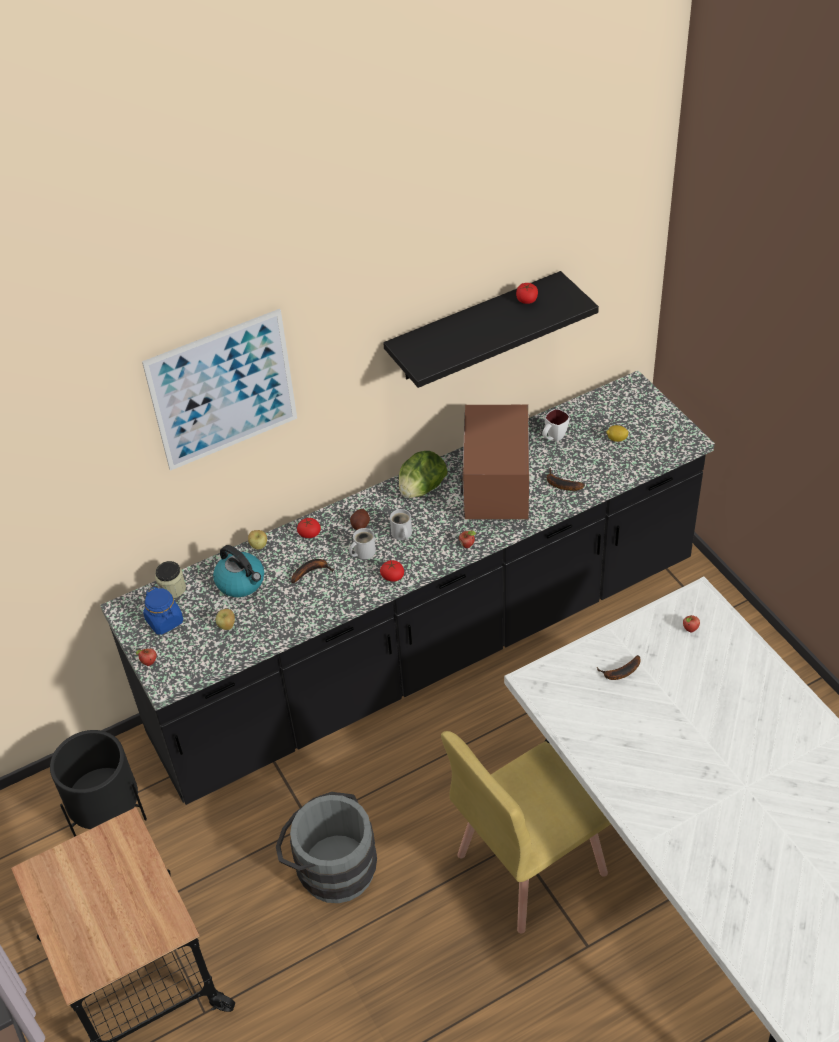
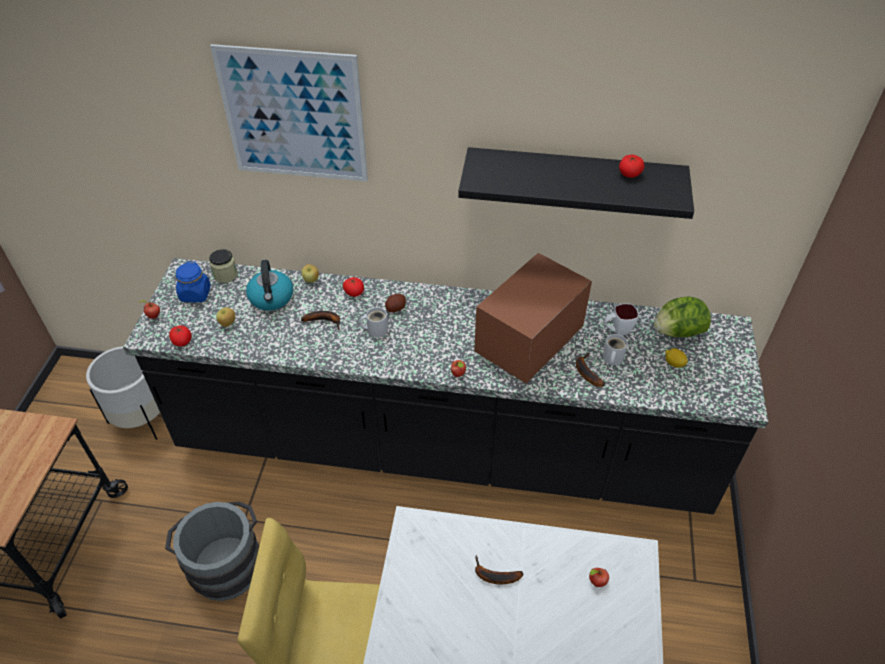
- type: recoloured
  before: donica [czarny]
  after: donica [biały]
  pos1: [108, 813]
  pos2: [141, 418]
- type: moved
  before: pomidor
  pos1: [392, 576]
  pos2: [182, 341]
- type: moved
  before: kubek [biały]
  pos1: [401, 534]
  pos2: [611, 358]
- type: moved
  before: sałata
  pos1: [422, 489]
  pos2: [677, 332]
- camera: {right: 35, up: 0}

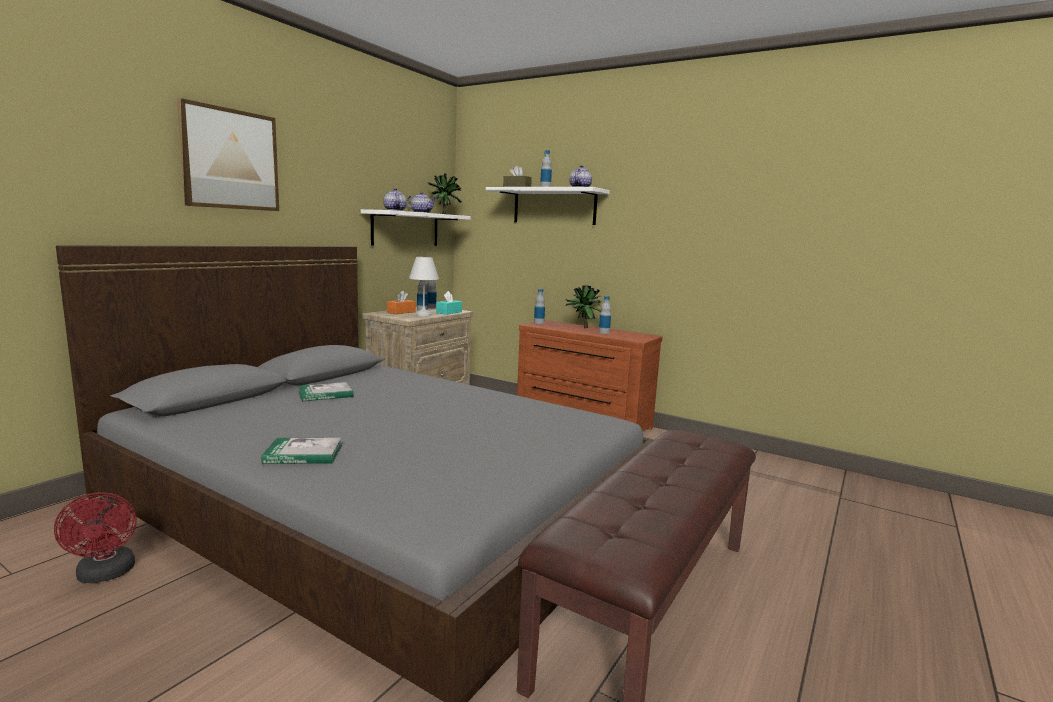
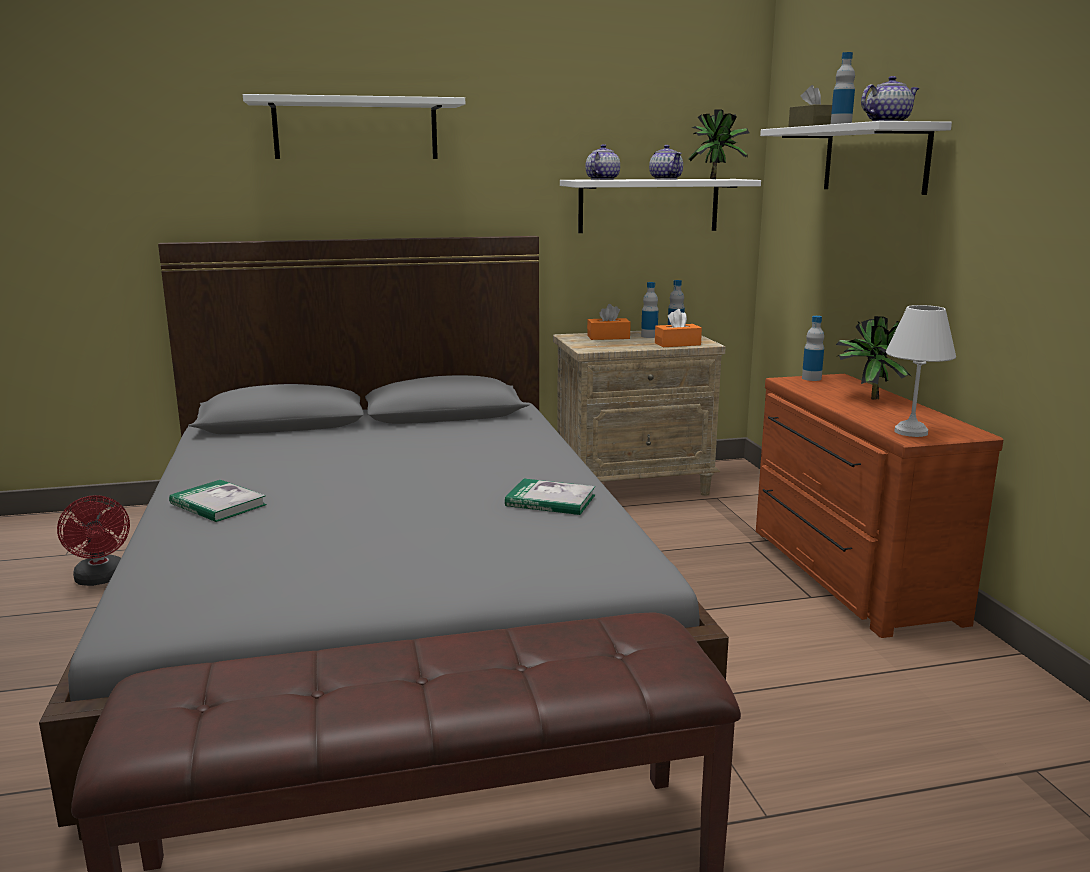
- type: turned
  before: wentylator [czerwony]
  pos1: [106, 575]
  pos2: [102, 579]
  turn: -45
- type: replaced
  before: obraz
  after: półka [biały]
  pos1: [230, 159]
  pos2: [356, 129]
- type: moved
  before: książka
  pos1: [325, 394]
  pos2: [550, 501]
- type: recoloured
  before: pudełko chusteczek [turkusowy]
  after: pudełko chusteczek [pomarańczowy]
  pos1: [449, 312]
  pos2: [677, 344]
- type: moved
  before: lampa stołowa [biały]
  pos1: [423, 315]
  pos2: [909, 432]
- type: removed
  before: butelka
  pos1: [604, 332]
- camera: {right: 45, up: 5}

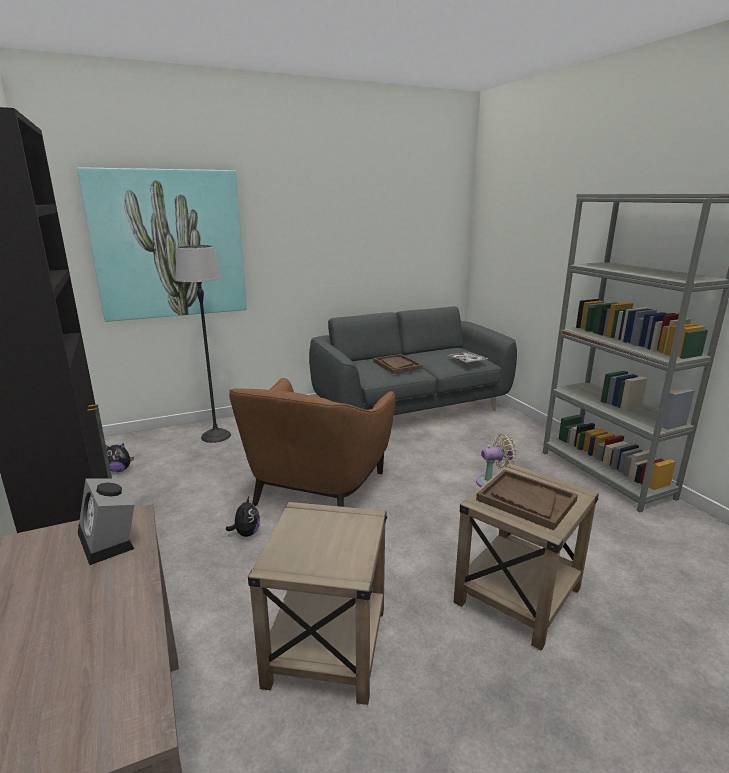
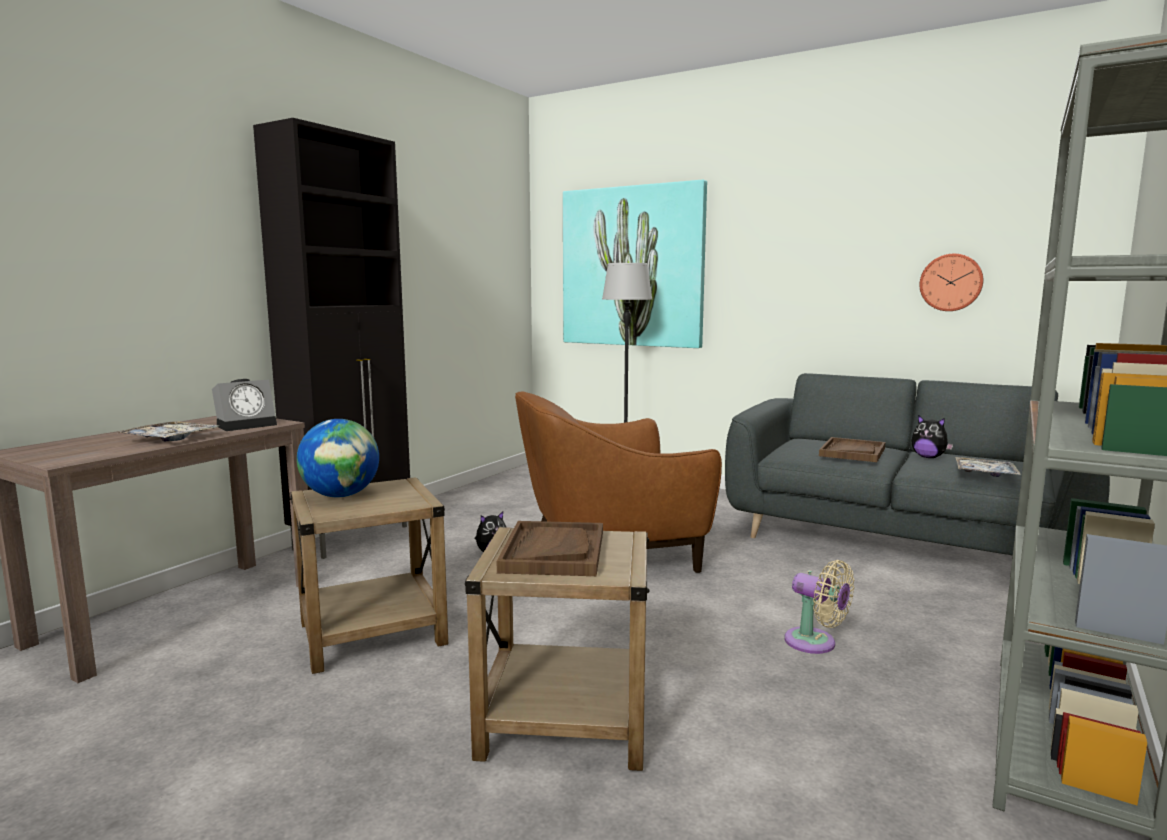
- type: added
  after: taca
  pos2: [170, 438]
- type: turned
  before: budzik
  pos1: [110, 540]
  pos2: [248, 425]
  turn: -150
- type: added
  after: globus
  pos2: [341, 496]
- type: moved
  before: pluszak
  pos1: [119, 470]
  pos2: [928, 457]
- type: added
  after: zegar ścienny
  pos2: [951, 282]
- camera: {right: 55, up: -10}

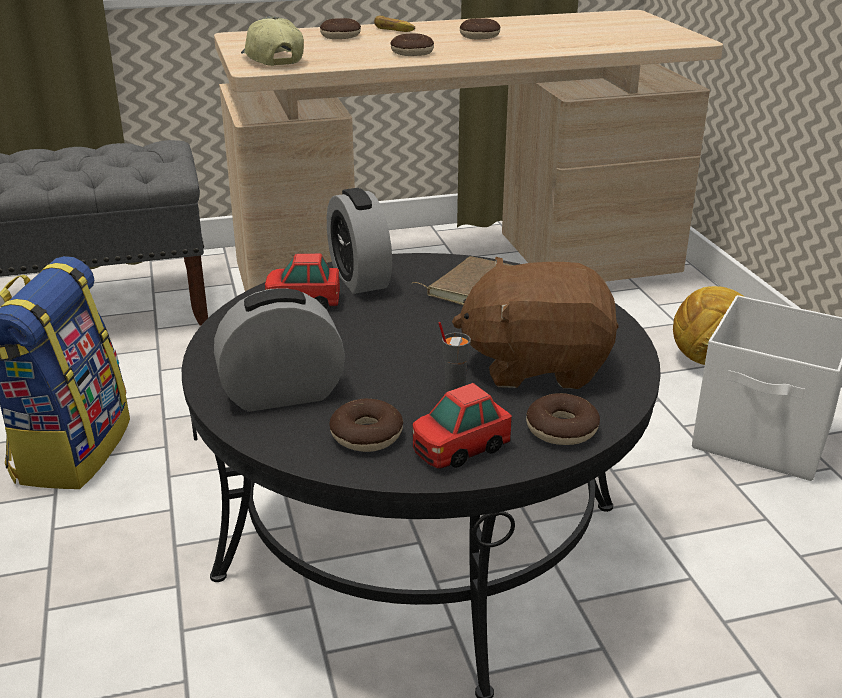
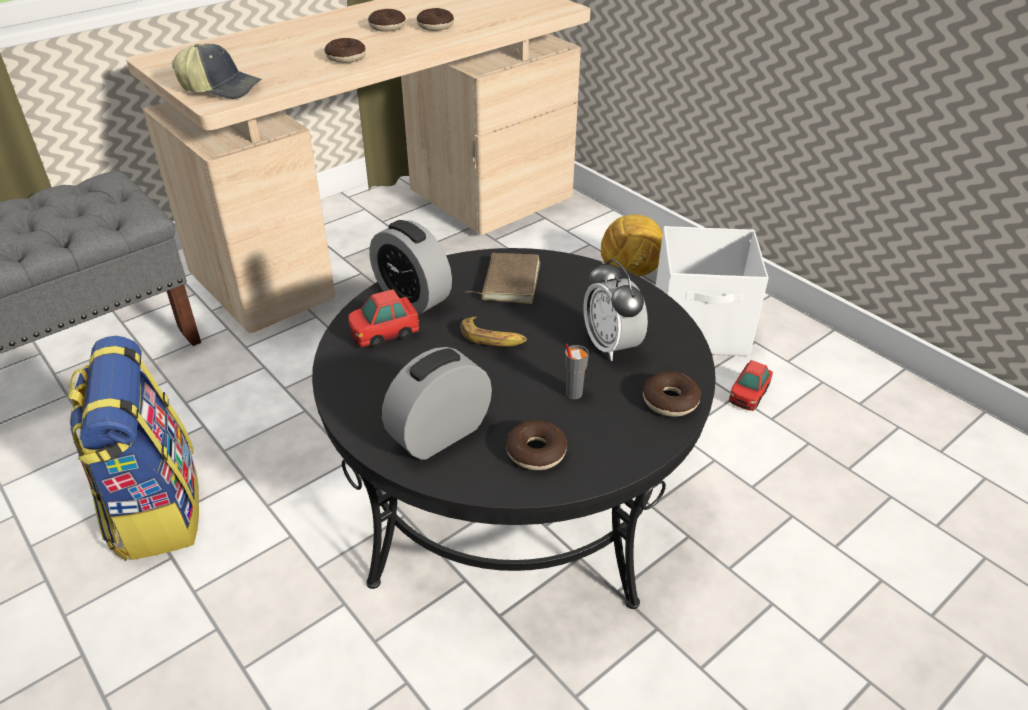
- type: turned
  before: czapka z daszkiem
  pos1: [271, 60]
  pos2: [221, 88]
  turn: 150
- type: moved
  before: donut
  pos1: [340, 36]
  pos2: [435, 26]
- type: moved
  before: banan
  pos1: [395, 29]
  pos2: [493, 338]
- type: replaced
  before: pluszak [brązowy]
  after: budzik
  pos1: [536, 365]
  pos2: [611, 346]
- type: moved
  before: samochodzik
  pos1: [460, 448]
  pos2: [748, 395]
- camera: {right: -25, up: 10}

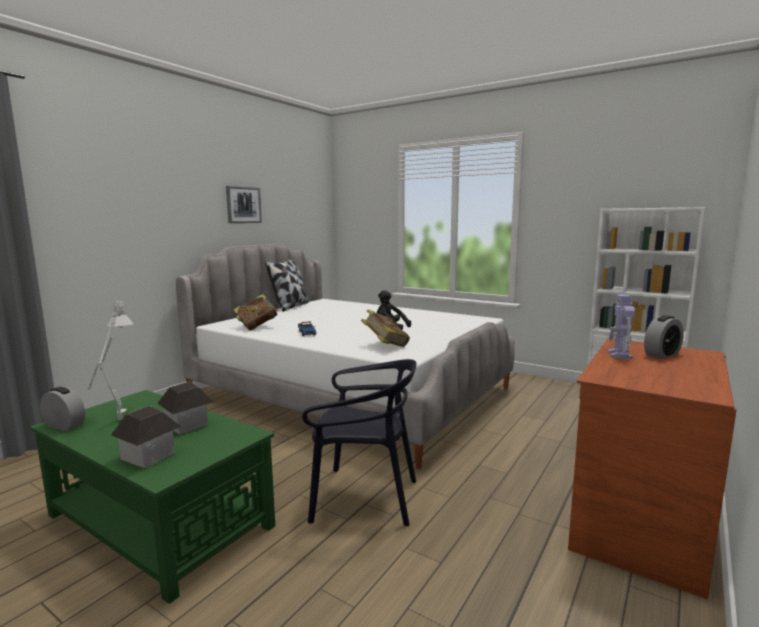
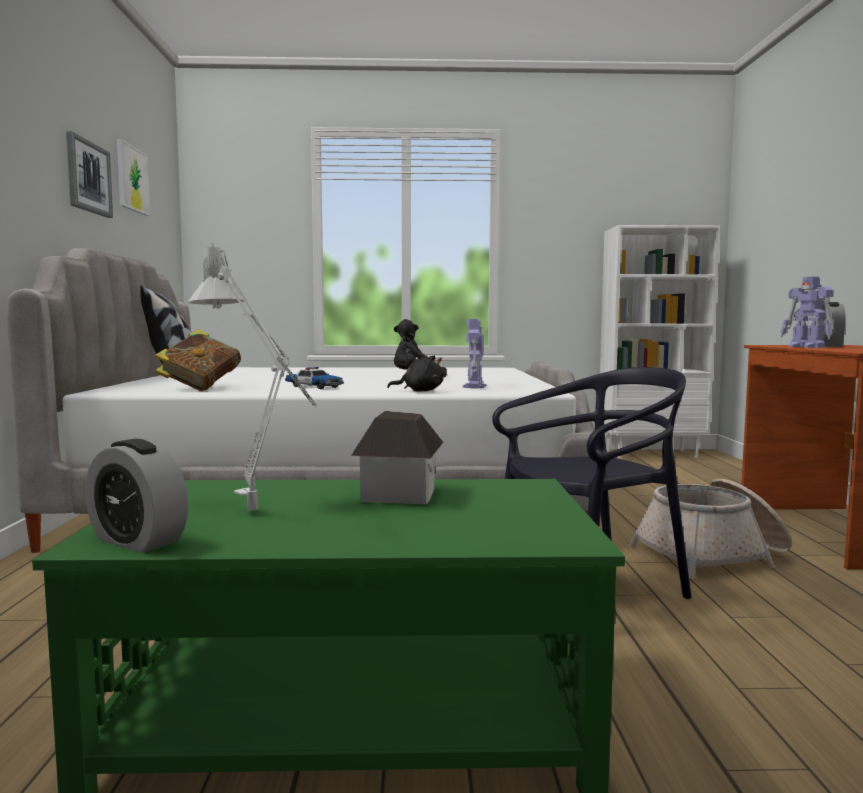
- type: turned
  before: budzik
  pos1: [65, 426]
  pos2: [137, 541]
  turn: -135
- type: added
  after: obraz
  pos2: [132, 179]
- type: added
  after: pluszak [czarny]
  pos2: [420, 391]
- type: replaced
  before: książka
  after: robot zabawkowy
  pos1: [385, 346]
  pos2: [474, 387]
- type: added
  after: koszyk
  pos2: [713, 555]
- type: removed
  before: domek
  pos1: [149, 455]
- camera: {right: -35, up: -5}

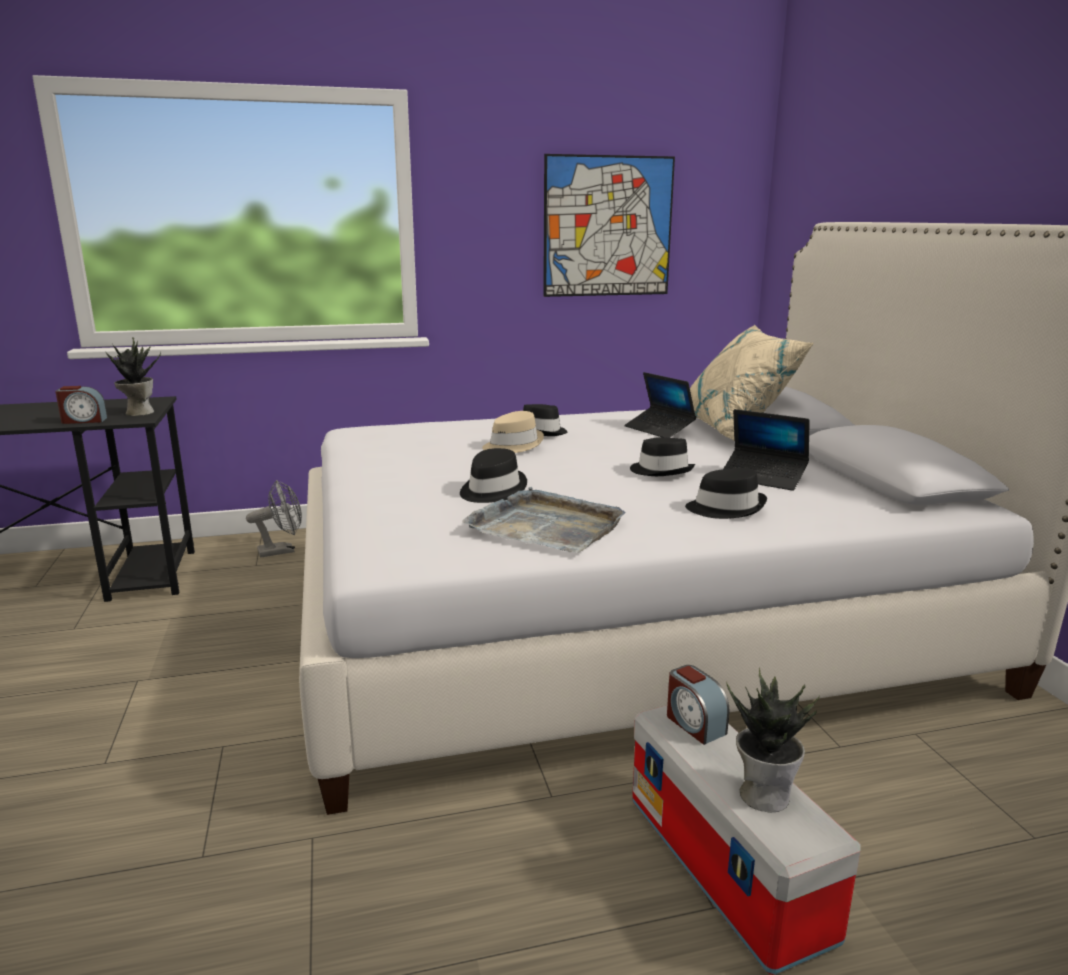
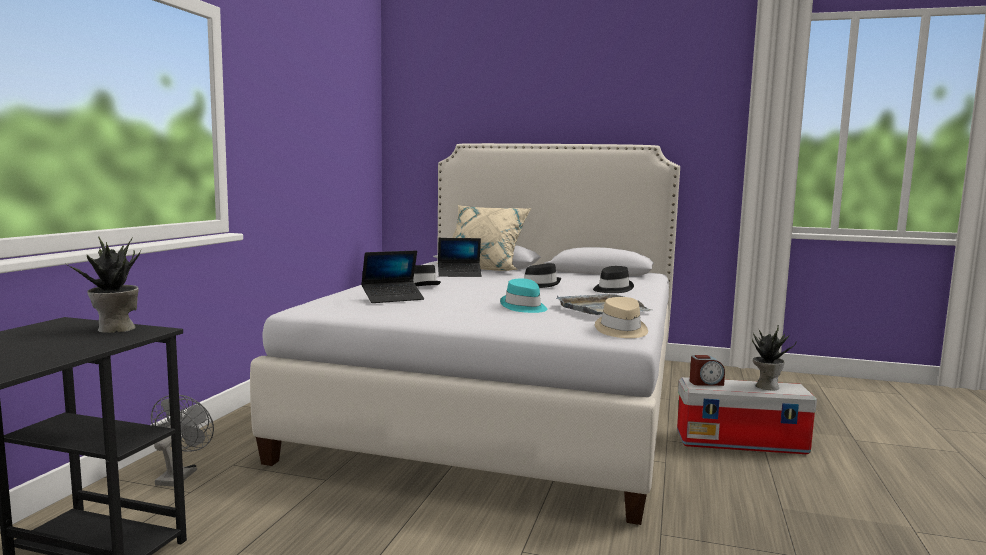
- type: moved
  before: laptop
  pos1: [763, 477]
  pos2: [393, 298]
- type: recoloured
  before: kapelusz [czarny]
  after: kapelusz [turkusowy]
  pos1: [491, 490]
  pos2: [524, 307]
- type: moved
  before: kapelusz [beżowy]
  pos1: [512, 445]
  pos2: [621, 330]
- type: removed
  before: budzik
  pos1: [84, 420]
- type: removed
  before: obraz
  pos1: [608, 227]
- camera: {right: -60, up: -10}

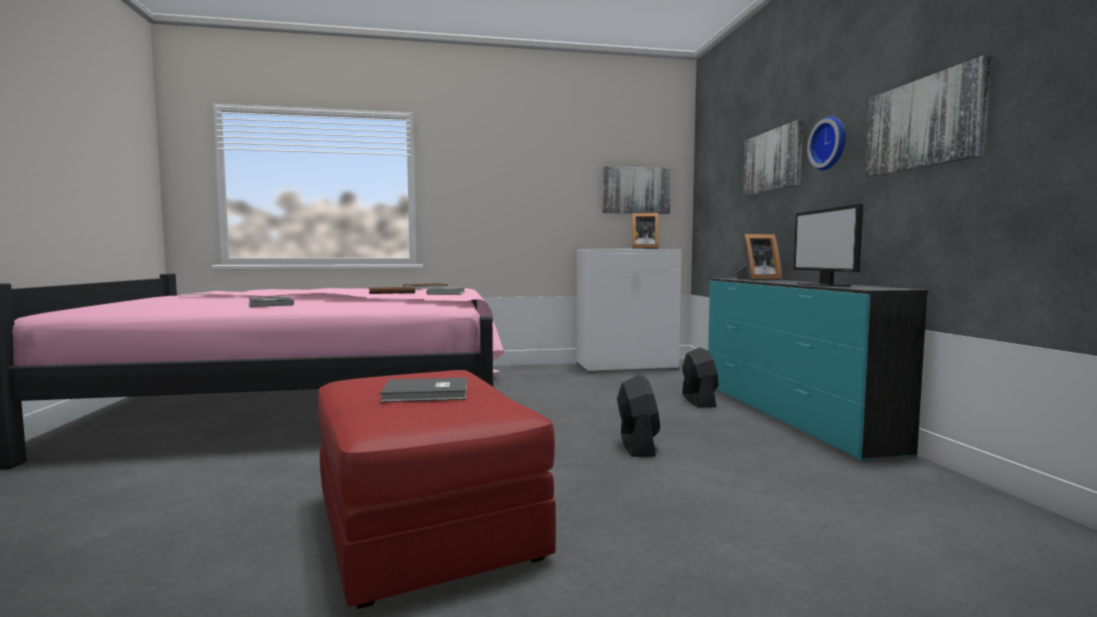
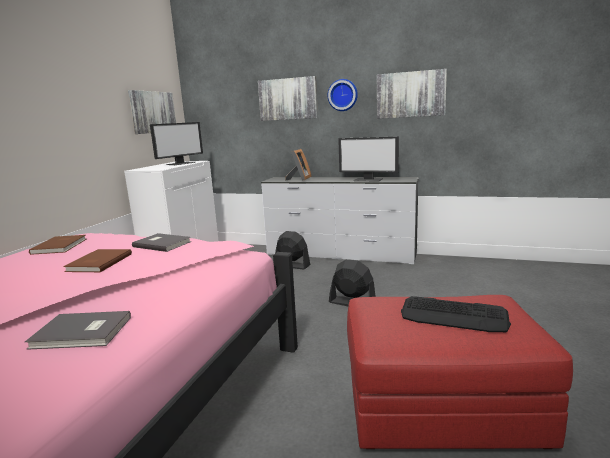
- type: replaced
  before: ramka na zdjęcie
  after: monitor
  pos1: [643, 248]
  pos2: [181, 163]
- type: recoloured
  before: komoda [turkusowy]
  after: komoda [biały]
  pos1: [789, 414]
  pos2: [340, 255]
- type: replaced
  before: książka [szary]
  after: klawiatura
  pos1: [427, 393]
  pos2: [454, 315]
- camera: {right: -60, up: 10}

